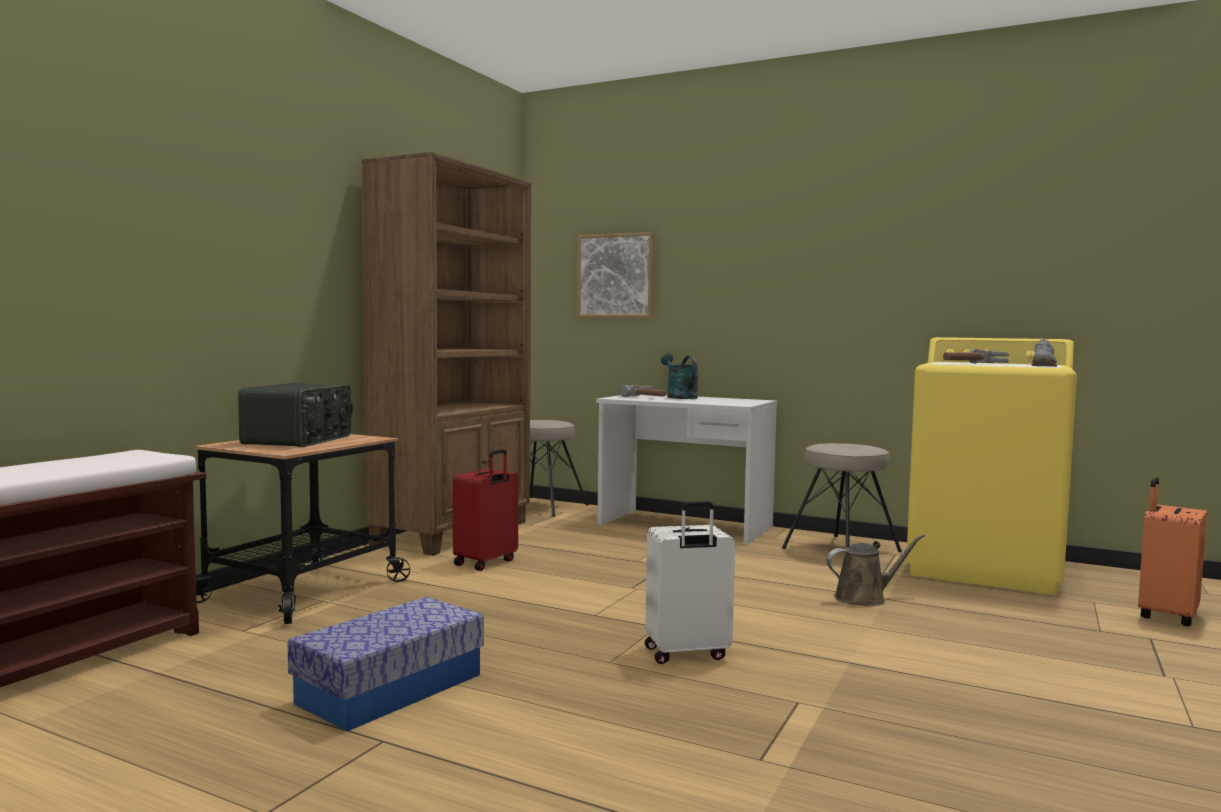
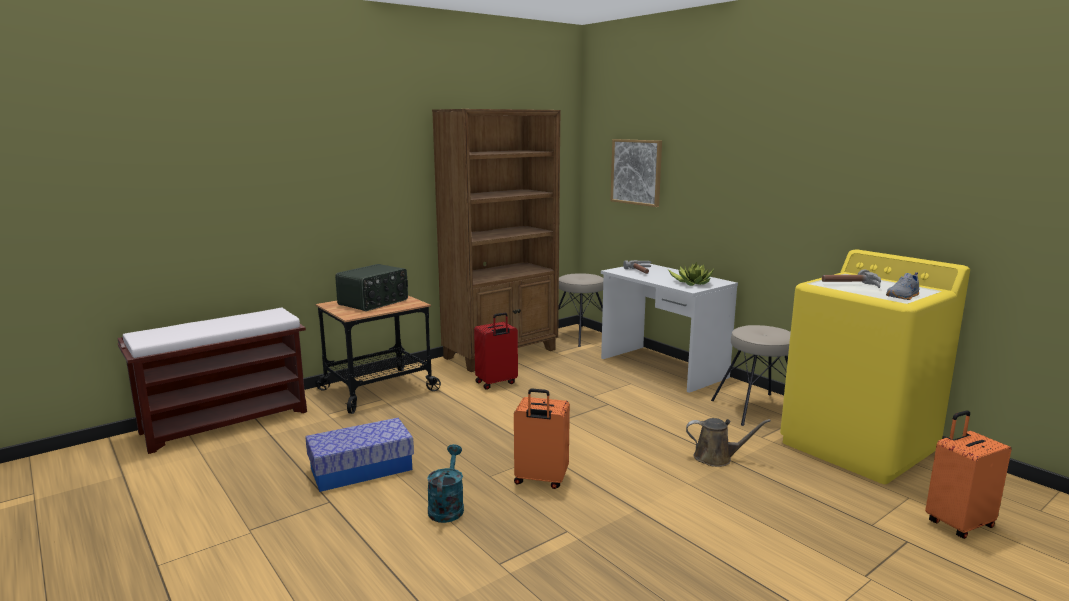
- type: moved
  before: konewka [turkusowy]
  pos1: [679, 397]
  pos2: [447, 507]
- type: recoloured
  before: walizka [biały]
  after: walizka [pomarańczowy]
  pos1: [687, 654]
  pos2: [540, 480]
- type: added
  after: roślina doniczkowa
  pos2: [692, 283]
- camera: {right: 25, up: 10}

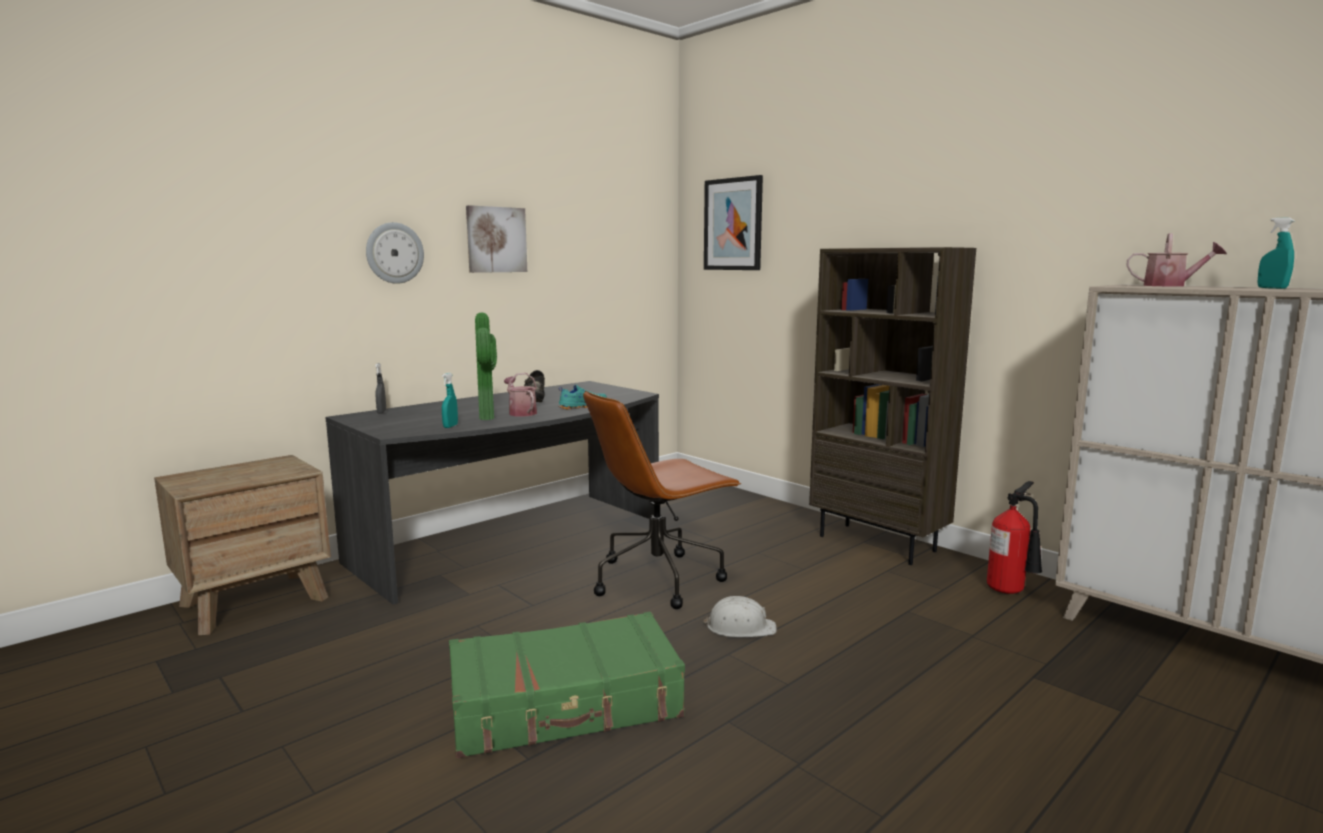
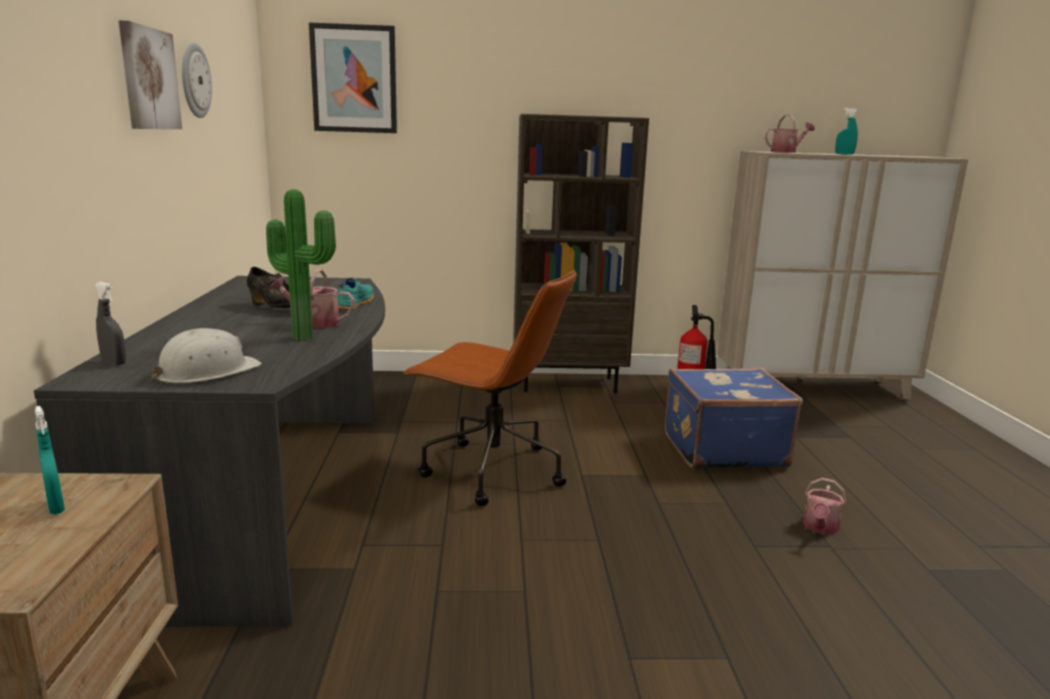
- type: moved
  before: spryskiwacz [turkusowy]
  pos1: [450, 426]
  pos2: [56, 507]
- type: moved
  before: kask [biały]
  pos1: [740, 627]
  pos2: [207, 372]
- type: moved
  before: zegar ścienny
  pos1: [394, 253]
  pos2: [194, 80]
- type: turned
  before: krzesło biurowe [brązowy]
  pos1: [659, 578]
  pos2: [491, 471]
  turn: -75
- type: added
  after: walizka [niebieski]
  pos2: [722, 449]
- type: added
  after: konewka
  pos2: [819, 528]
- type: removed
  before: walizka [zielony]
  pos1: [566, 705]
- camera: {right: -50, up: 5}

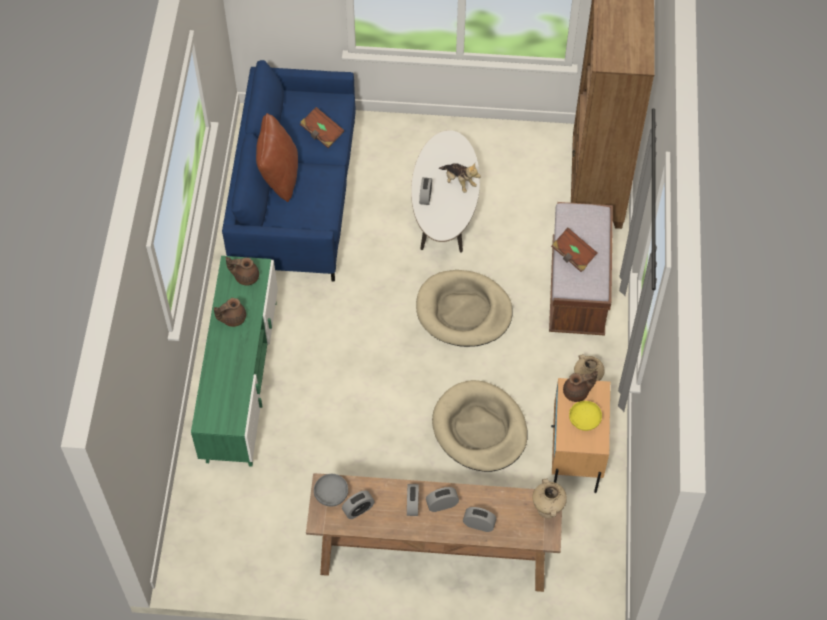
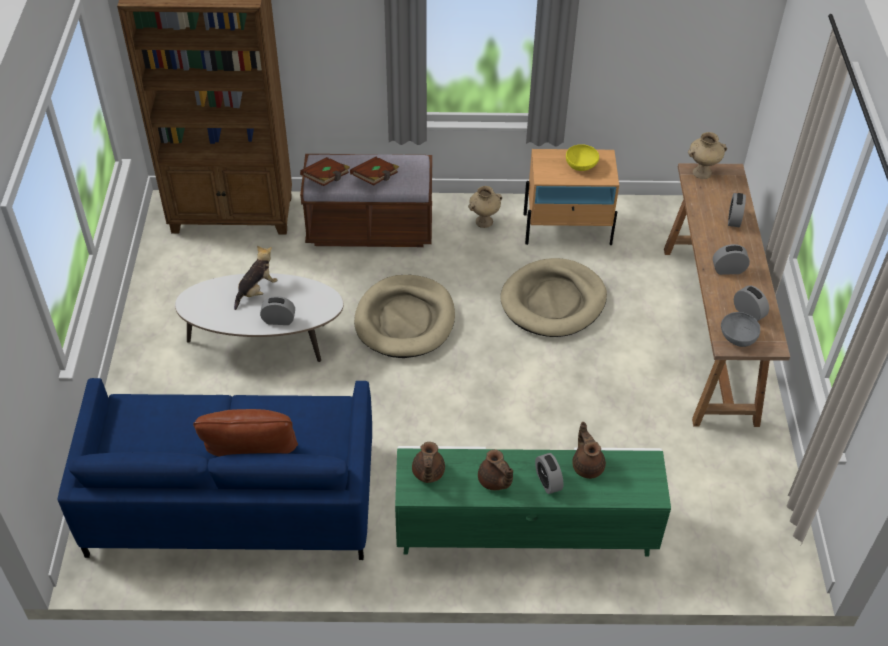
- type: moved
  before: książka [brązowy]
  pos1: [322, 133]
  pos2: [326, 179]
- type: moved
  before: budzik
  pos1: [442, 504]
  pos2: [548, 481]
- type: moved
  before: imbryk [brązowy]
  pos1: [577, 392]
  pos2: [587, 465]
- camera: {right: -95, up: -10}

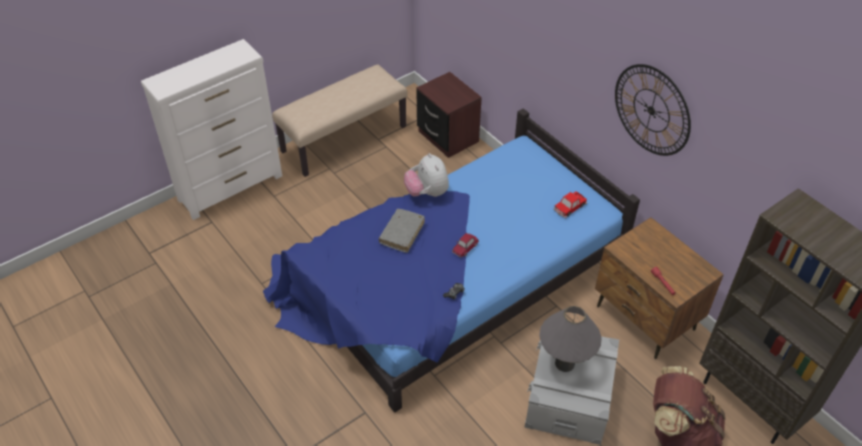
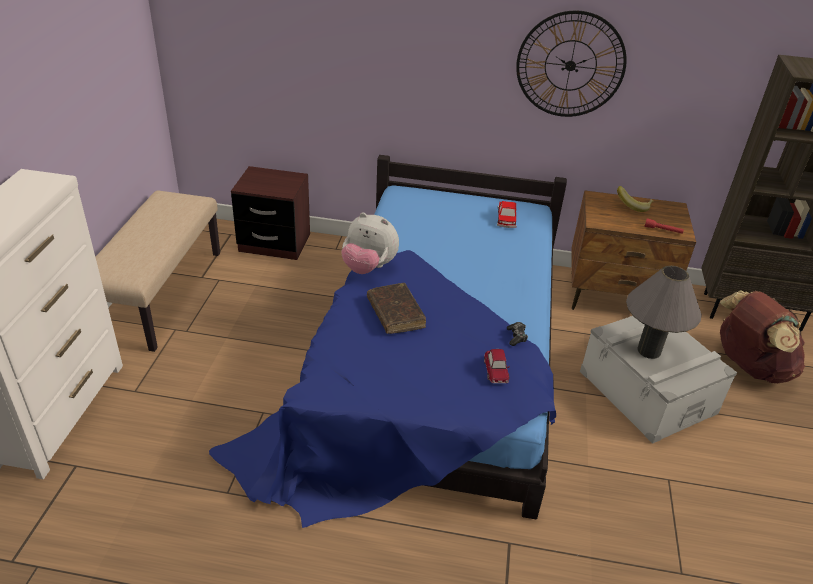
- type: recoloured
  before: książka [szary]
  after: książka [brązowy]
  pos1: [402, 233]
  pos2: [395, 314]
- type: moved
  before: samochodzik
  pos1: [465, 248]
  pos2: [496, 371]
- type: added
  after: banan
  pos2: [633, 206]
- camera: {right: -45, up: -10}

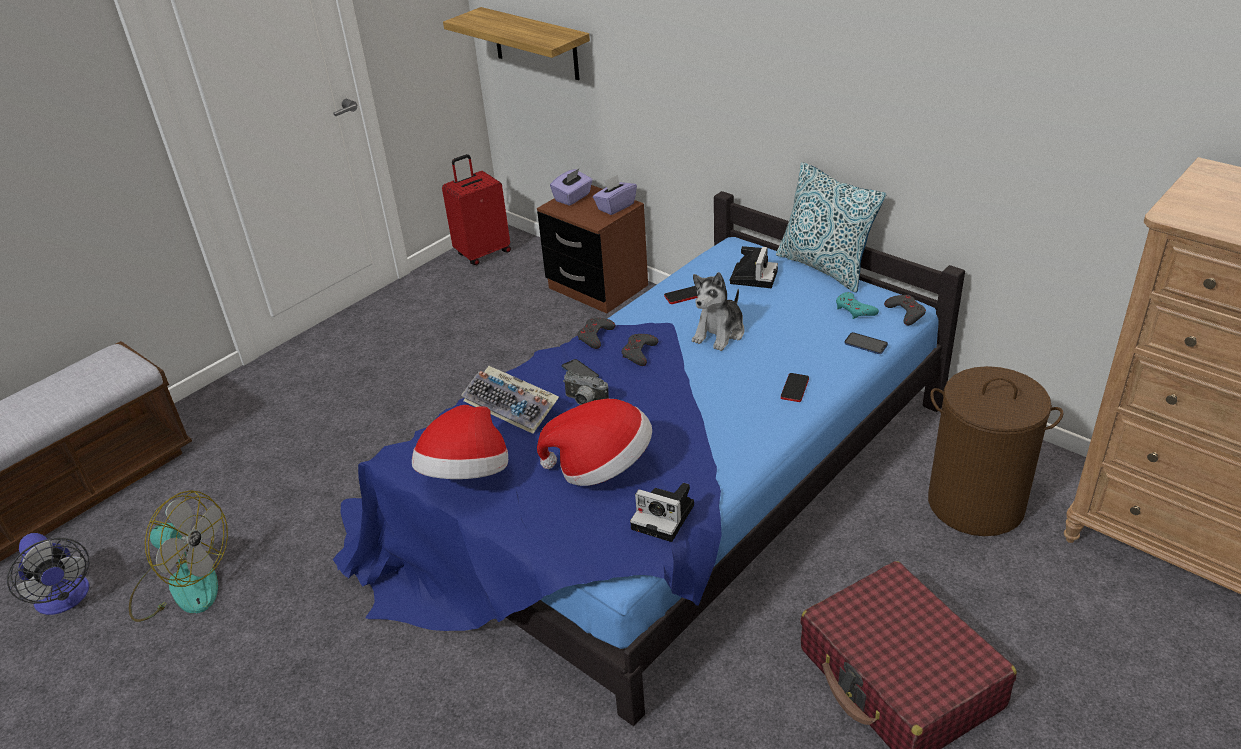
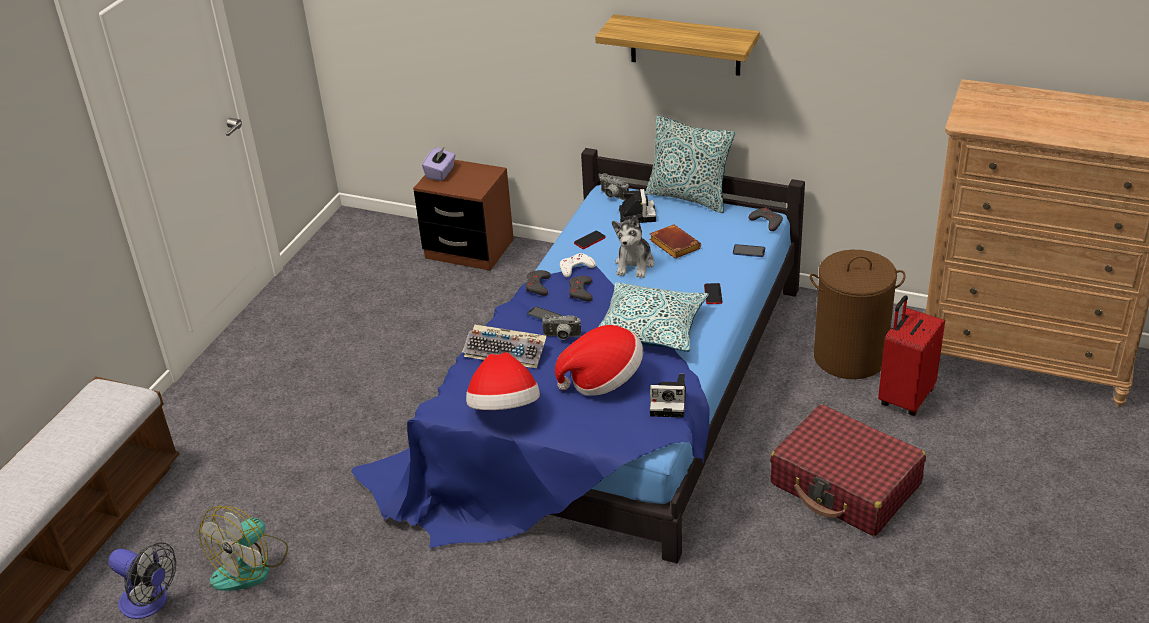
- type: turned
  before: wentylator
  pos1: [182, 584]
  pos2: [251, 565]
  turn: 120
- type: added
  after: pad do gier [biały]
  pos2: [576, 268]
- type: moved
  before: półka
  pos1: [535, 44]
  pos2: [685, 45]
- type: added
  after: poduszka
  pos2: [651, 328]
- type: added
  after: aparat fotograficzny
  pos2: [612, 196]
- type: added
  after: książka [brązowy]
  pos2: [672, 245]
- type: moved
  before: walizka [czerwony]
  pos1: [482, 253]
  pos2: [905, 397]
- type: removed
  before: pudełko chusteczek [fioletowy]
  pos1: [615, 207]
- type: removed
  before: pad do gier [turkusowy]
  pos1: [854, 310]
- camera: {right: -20, up: 0}

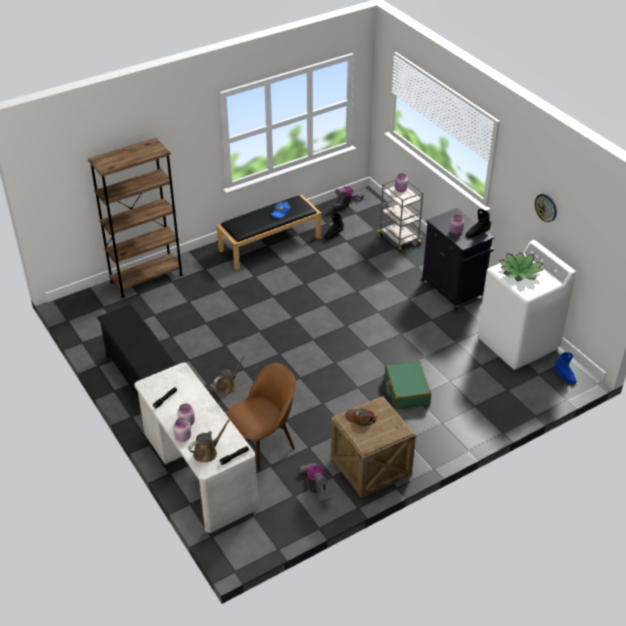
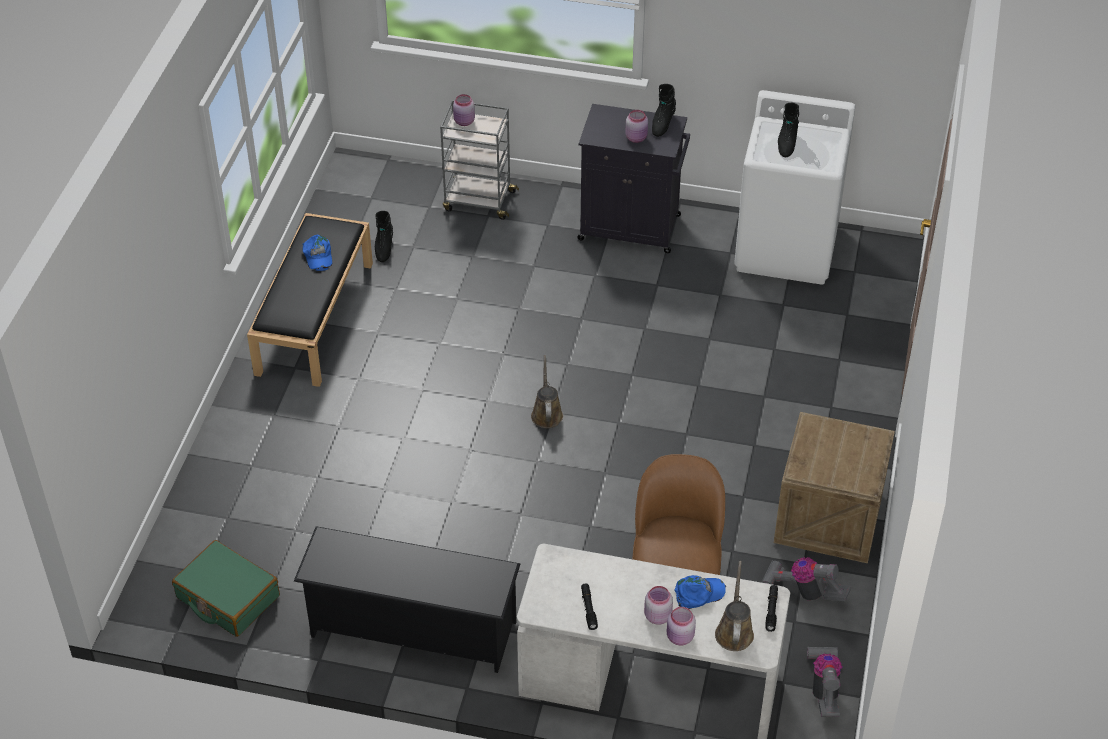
- type: moved
  before: walizka [zielony]
  pos1: [406, 391]
  pos2: [227, 597]
- type: moved
  before: konewka [brązowy]
  pos1: [227, 386]
  pos2: [546, 413]
- type: added
  after: czapka z daszkiem [niebieski]
  pos2: [699, 594]
- type: replaced
  before: roślina doniczkowa
  after: but z cholewką [czarny]
  pos1: [520, 272]
  pos2: [786, 143]
- type: moved
  before: odkurzacz
  pos1: [346, 204]
  pos2: [824, 689]
- type: removed
  before: regał [brązowy]
  pos1: [146, 278]
- type: removed
  before: czapka z daszkiem [brązowy]
  pos1: [361, 418]
- type: removed
  before: zegar ścienny
  pos1: [546, 207]
- type: removed
  before: but z cholewką [niebieski]
  pos1: [564, 376]
- camera: {right: -45, up: 5}

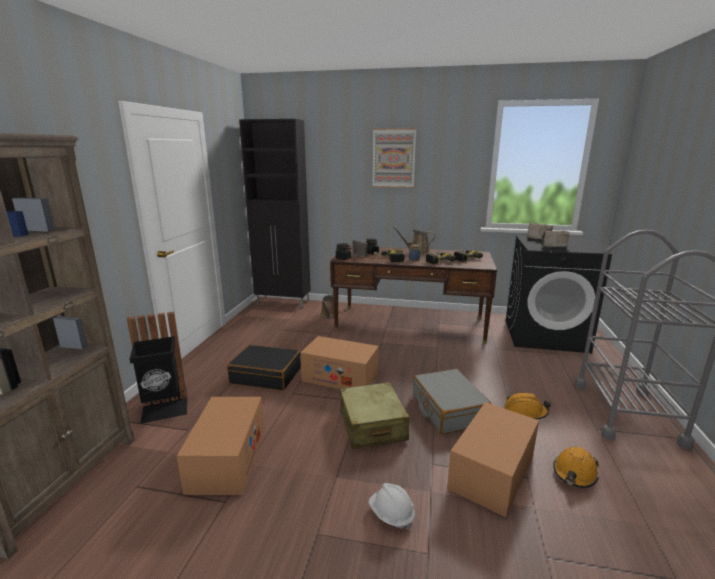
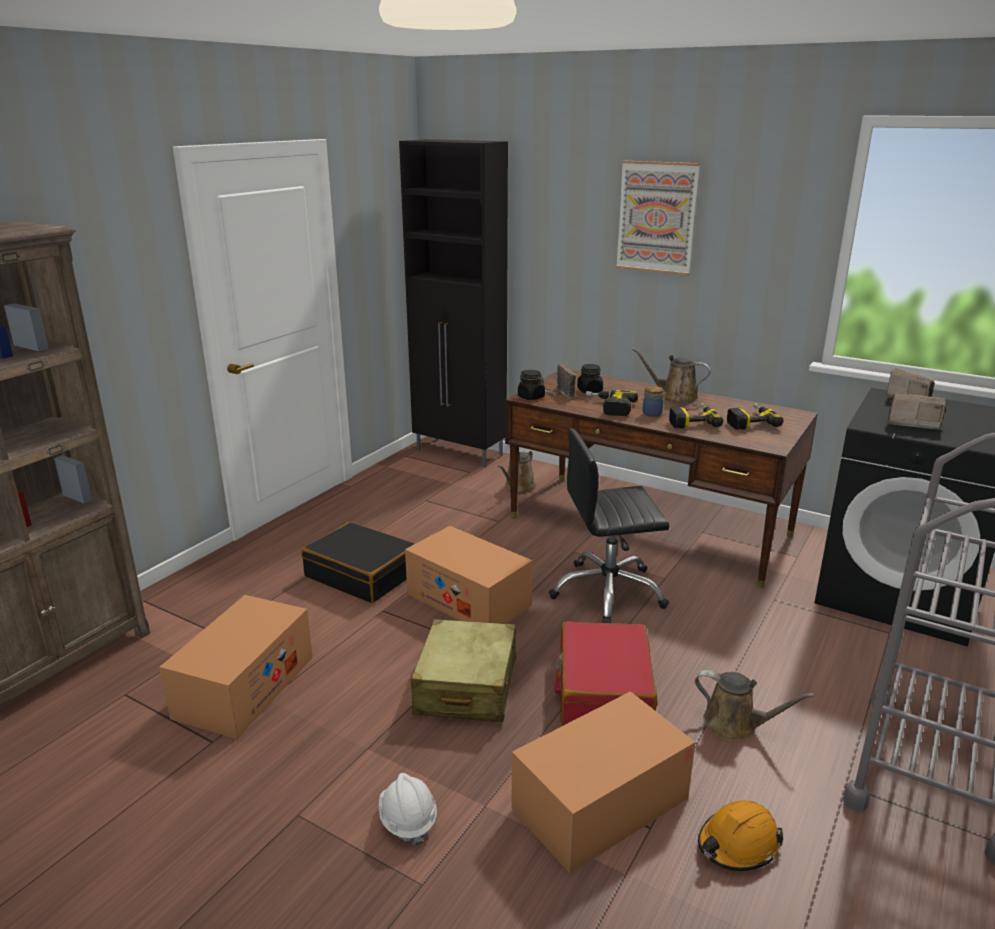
- type: added
  after: krzesło biurowe [czarny]
  pos2: [608, 592]
- type: recoloured
  before: walizka [szary]
  after: walizka [czerwony]
  pos1: [448, 409]
  pos2: [603, 690]
- type: replaced
  before: kask [pomarańczowy]
  after: konewka [brązowy]
  pos1: [525, 412]
  pos2: [735, 725]
- type: removed
  before: kosz na śmieci [czarny]
  pos1: [165, 410]
- camera: {right: 20, up: 5}

